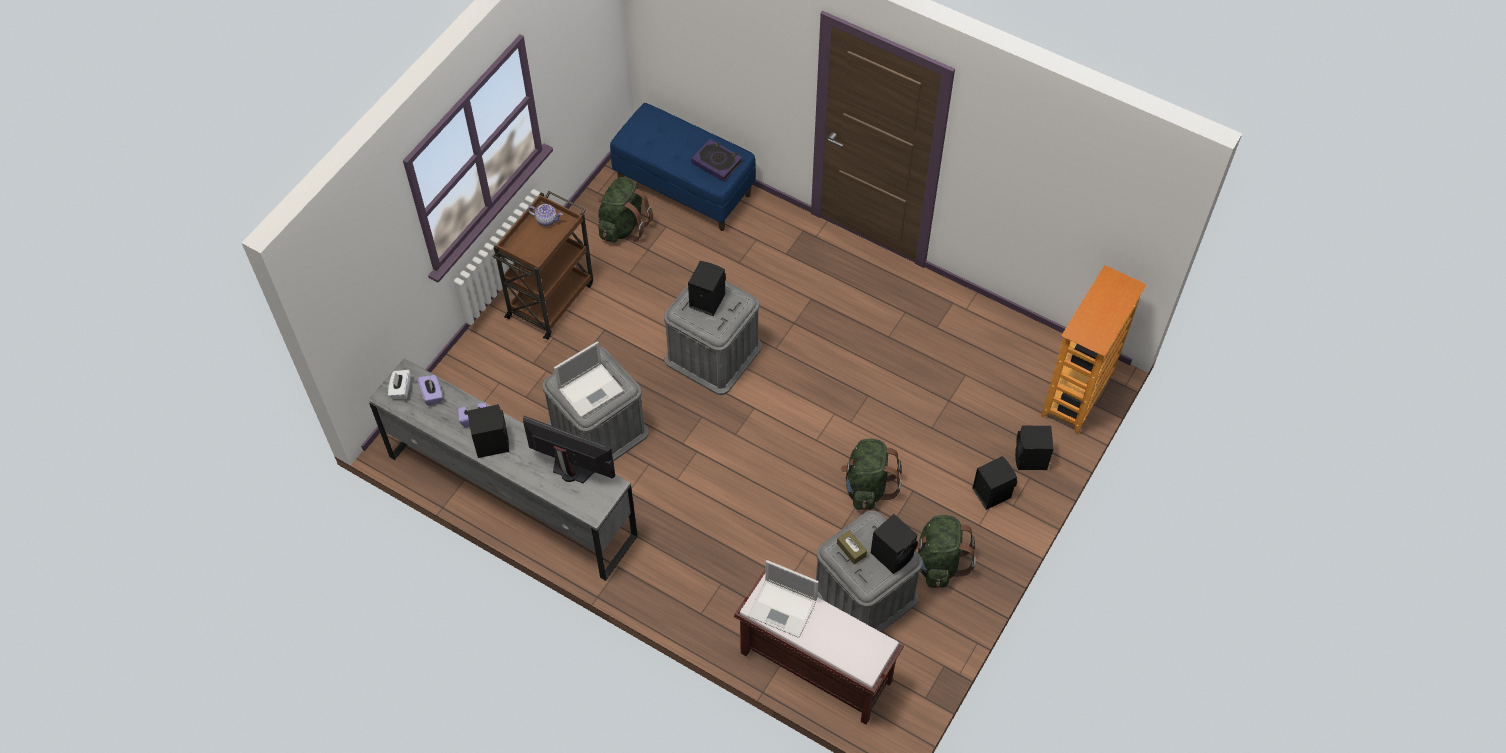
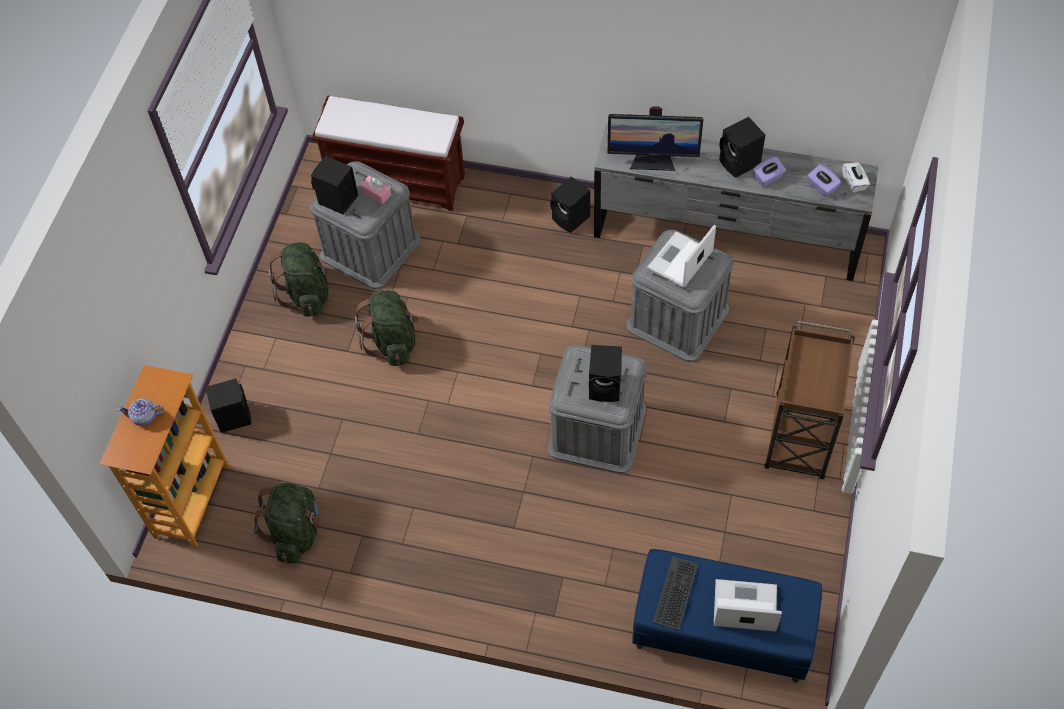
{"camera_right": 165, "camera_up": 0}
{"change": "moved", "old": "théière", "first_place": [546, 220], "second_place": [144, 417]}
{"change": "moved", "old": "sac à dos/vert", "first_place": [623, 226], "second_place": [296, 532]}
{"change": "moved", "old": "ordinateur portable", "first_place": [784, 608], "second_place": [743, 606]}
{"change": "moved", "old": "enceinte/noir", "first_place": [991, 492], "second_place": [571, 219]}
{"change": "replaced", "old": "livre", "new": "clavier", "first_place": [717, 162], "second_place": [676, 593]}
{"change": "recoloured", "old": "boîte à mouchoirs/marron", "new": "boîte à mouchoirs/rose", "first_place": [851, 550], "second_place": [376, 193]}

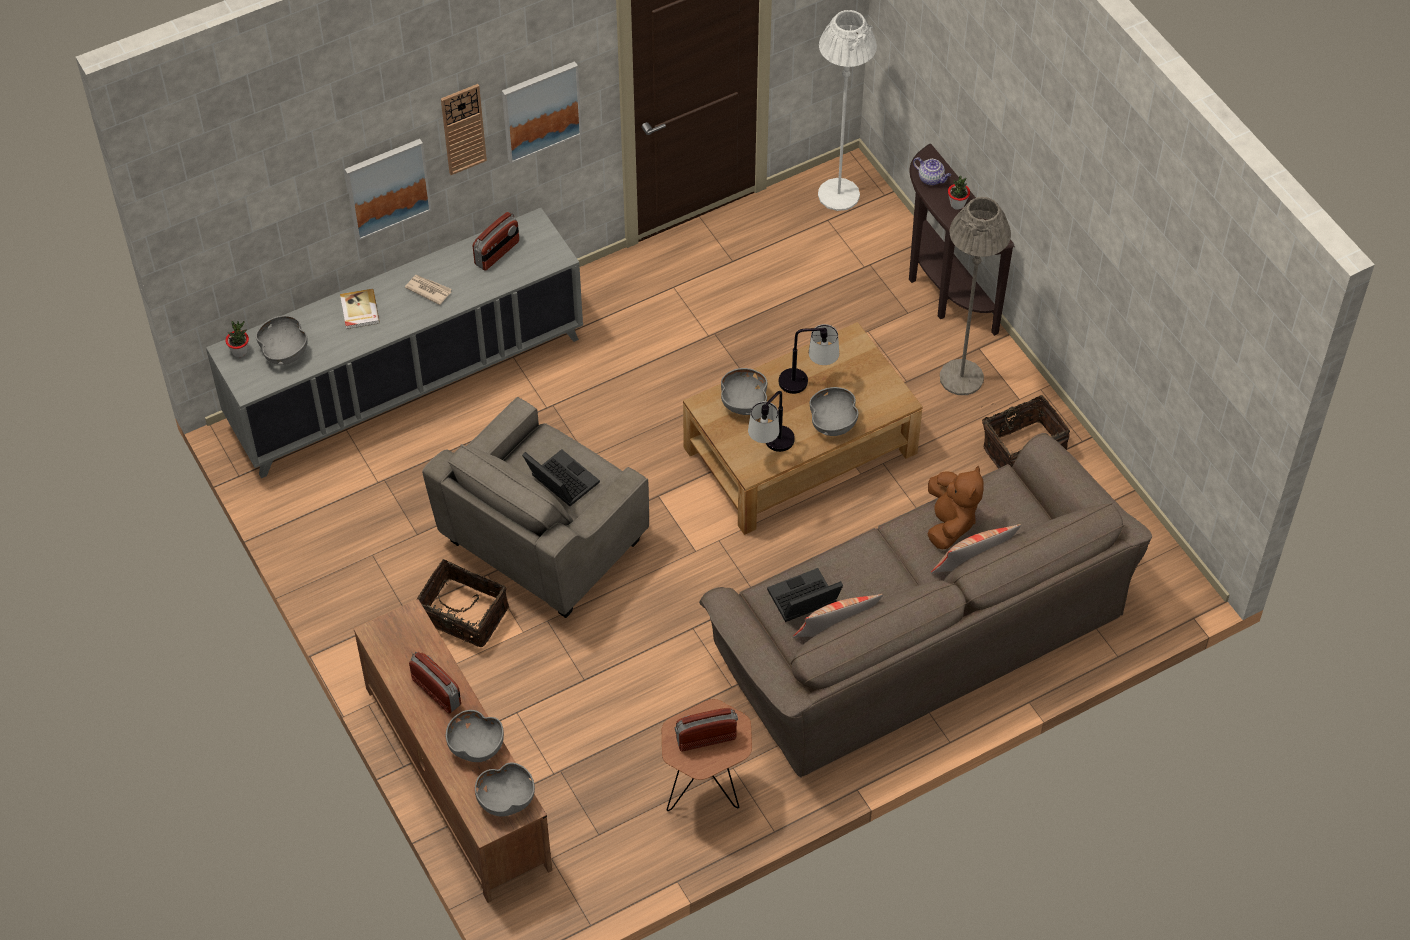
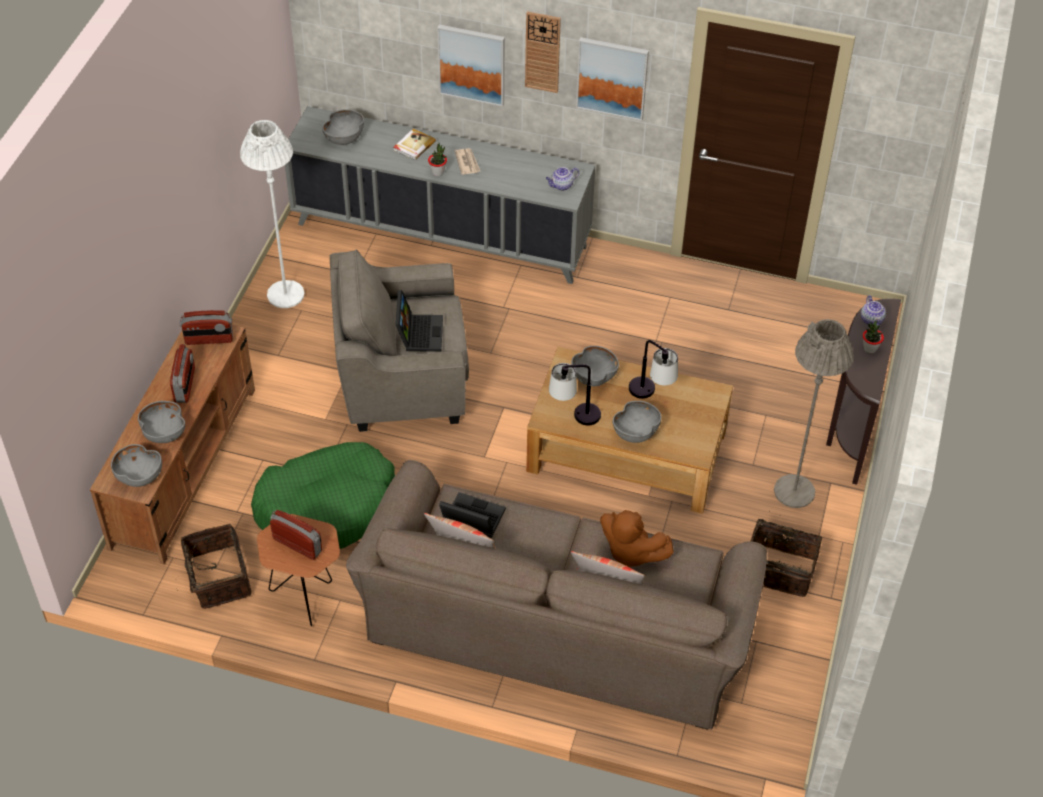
{"camera_right": 45, "camera_up": -5}
{"change": "added", "new": "panier pour chien/vert", "second_place": [327, 507]}
{"change": "added", "new": "théière", "second_place": [561, 186]}
{"change": "moved", "old": "plante en pot", "first_place": [240, 351], "second_place": [438, 172]}
{"change": "moved", "old": "panier", "first_place": [464, 617], "second_place": [217, 578]}
{"change": "moved", "old": "radio", "first_place": [497, 253], "second_place": [209, 339]}
{"change": "moved", "old": "lampadaire/blanc", "first_place": [838, 195], "second_place": [285, 294]}
{"change": "turned", "old": "peluche/marron", "first_place": [950, 522], "second_place": [630, 552], "degrees": 75}

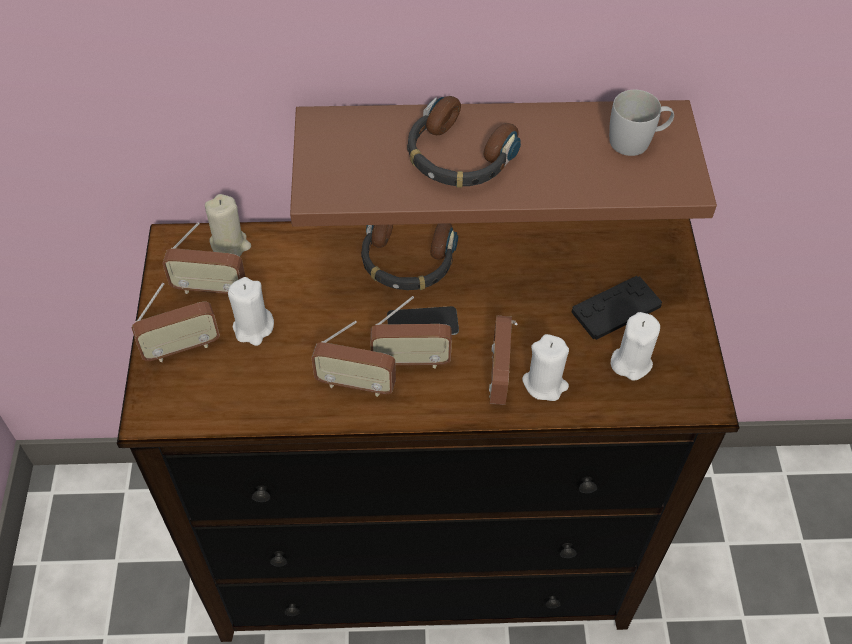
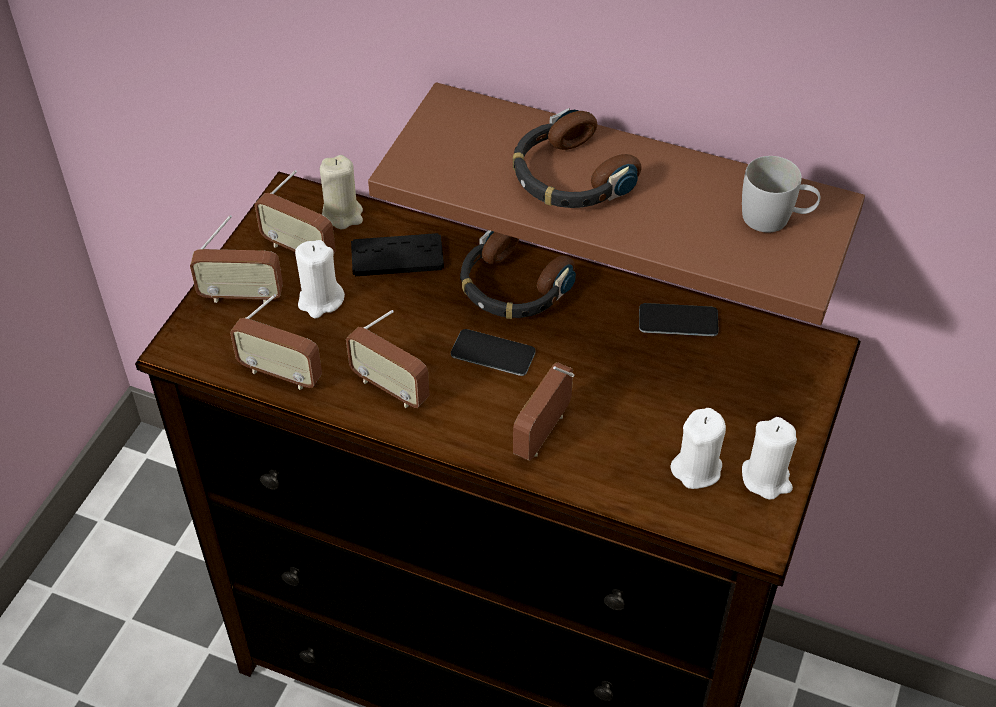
{"camera_right": 25, "camera_up": -5}
{"change": "added", "new": "téléphone", "second_place": [678, 320]}
{"change": "moved", "old": "radio", "first_place": [411, 360], "second_place": [281, 374]}
{"change": "moved", "old": "bougie/blanc", "first_place": [545, 384], "second_place": [766, 478]}
{"change": "moved", "old": "manette/noir", "first_place": [616, 308], "second_place": [397, 256]}

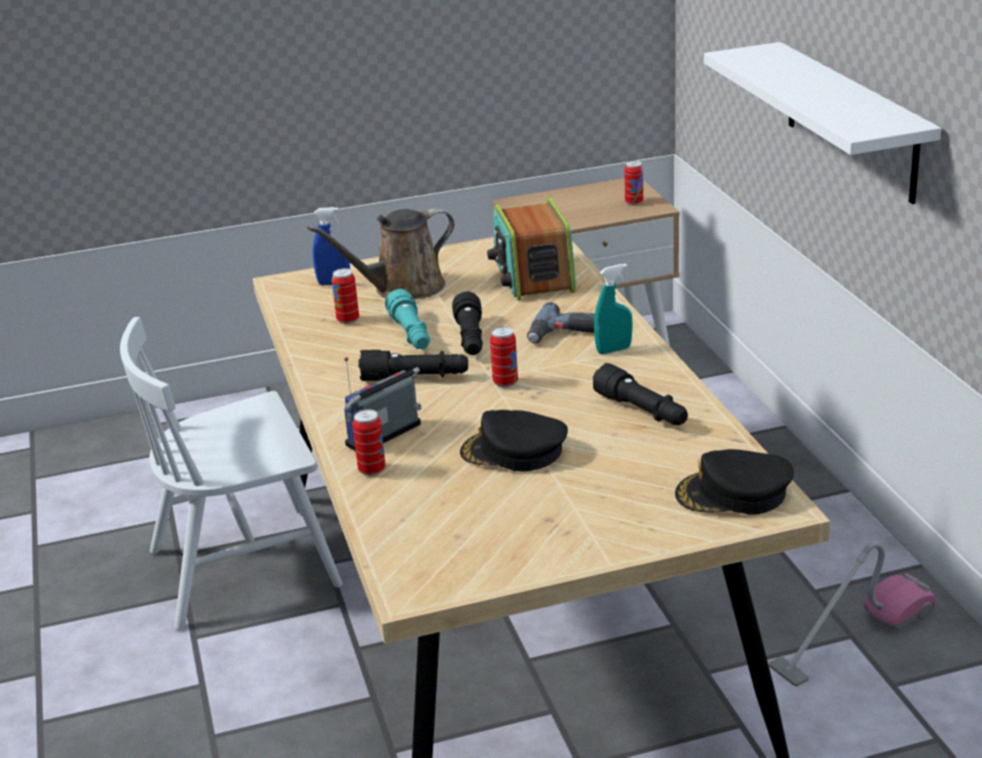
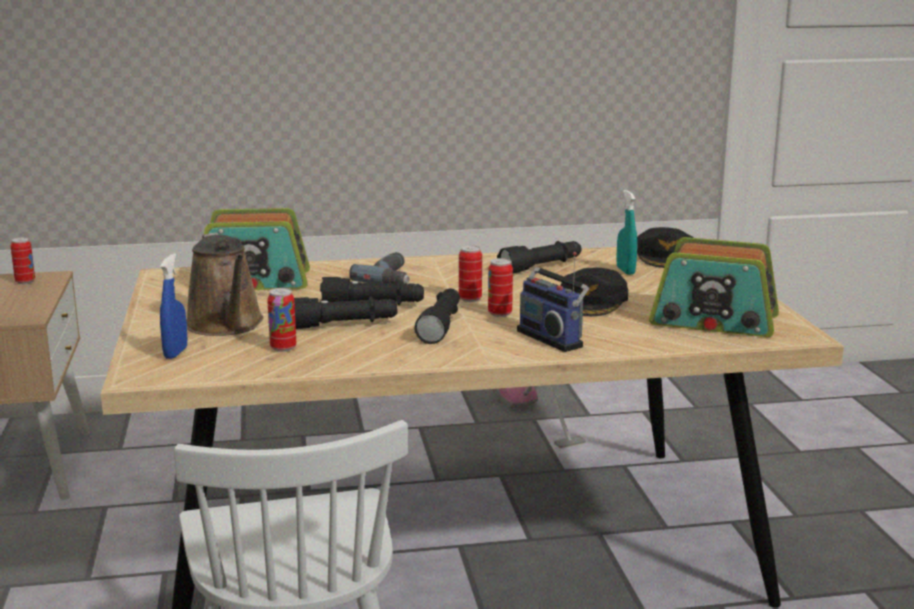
{"camera_right": -85, "camera_up": -10}
{"change": "removed", "old": "étagère/blanc", "first_place": [851, 121]}
{"change": "added", "new": "radio", "second_place": [714, 321]}
{"change": "moved", "old": "boîte métallique", "first_place": [372, 470], "second_place": [500, 314]}
{"change": "moved", "old": "vaporisateur/turquoise", "first_place": [613, 350], "second_place": [625, 271]}
{"change": "recoloured", "old": "lampe de poche/turquoise", "new": "lampe de poche/noir", "first_place": [411, 334], "second_place": [344, 325]}

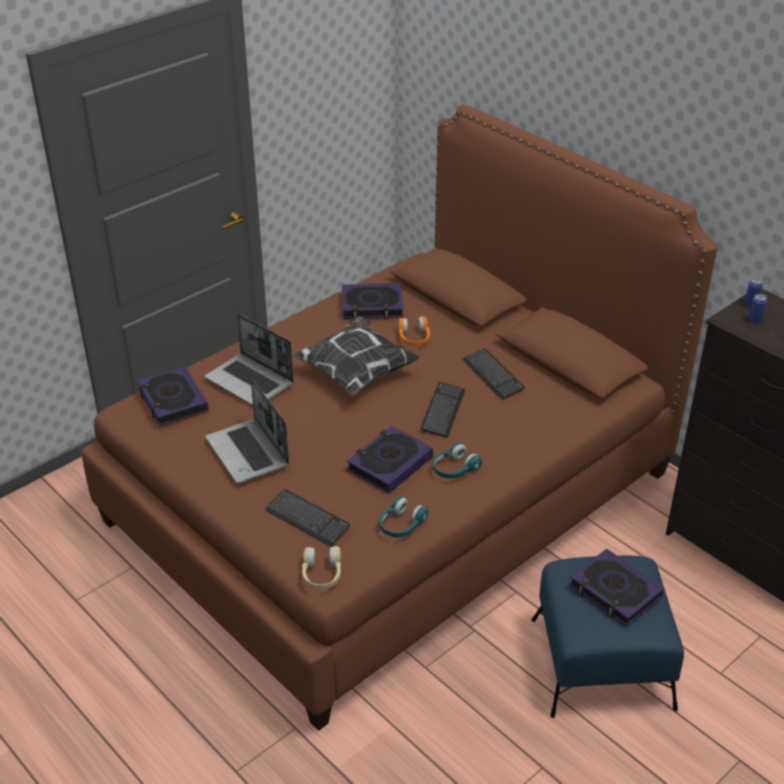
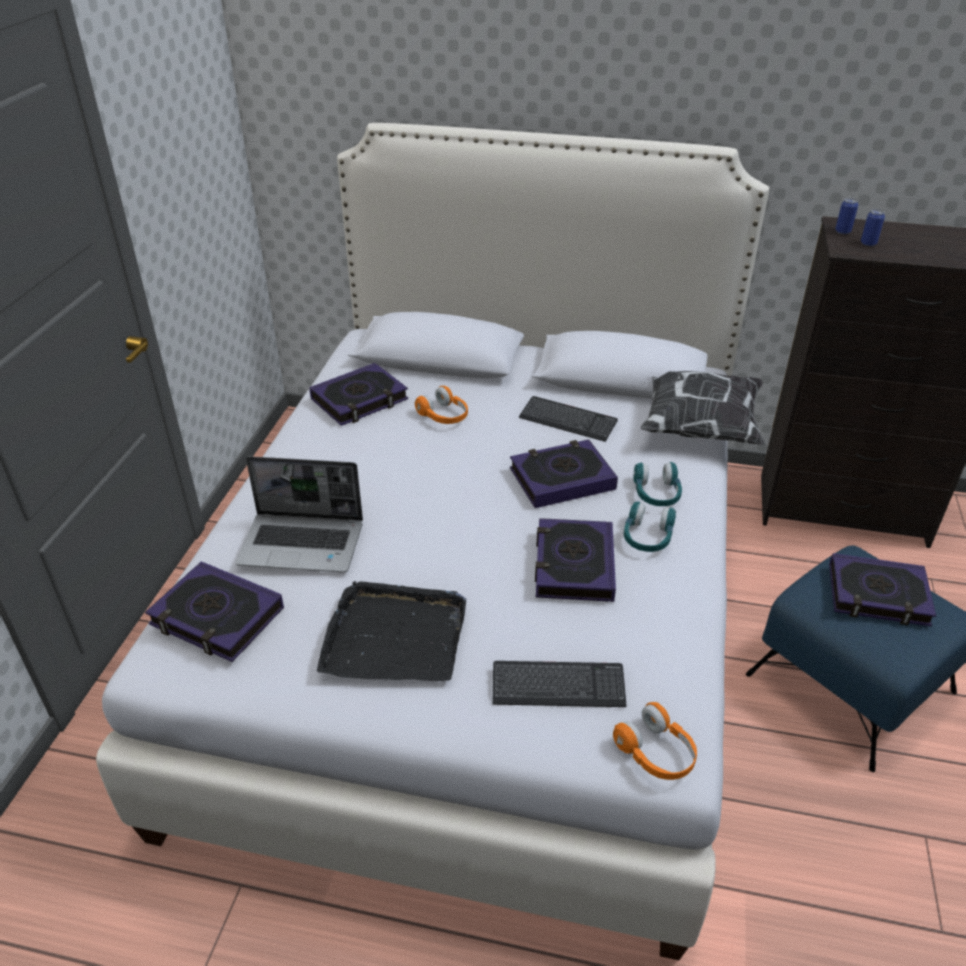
{"camera_right": -35, "camera_up": 0}
{"change": "moved", "old": "coussin", "first_place": [356, 372], "second_place": [696, 426]}
{"change": "moved", "old": "casque audio/turquoise", "first_place": [401, 525], "second_place": [656, 494]}
{"change": "replaced", "old": "ordinateur portable", "new": "plateau/noir", "first_place": [249, 453], "second_place": [394, 637]}
{"change": "replaced", "old": "clavier", "new": "livre", "first_place": [443, 411], "second_place": [562, 479]}
{"change": "recoloured", "old": "lit/marron", "new": "lit/blanc", "first_place": [391, 495], "second_place": [481, 615]}
{"change": "recoloured", "old": "casque audio/beige", "new": "casque audio/orange", "first_place": [322, 575], "second_place": [656, 753]}

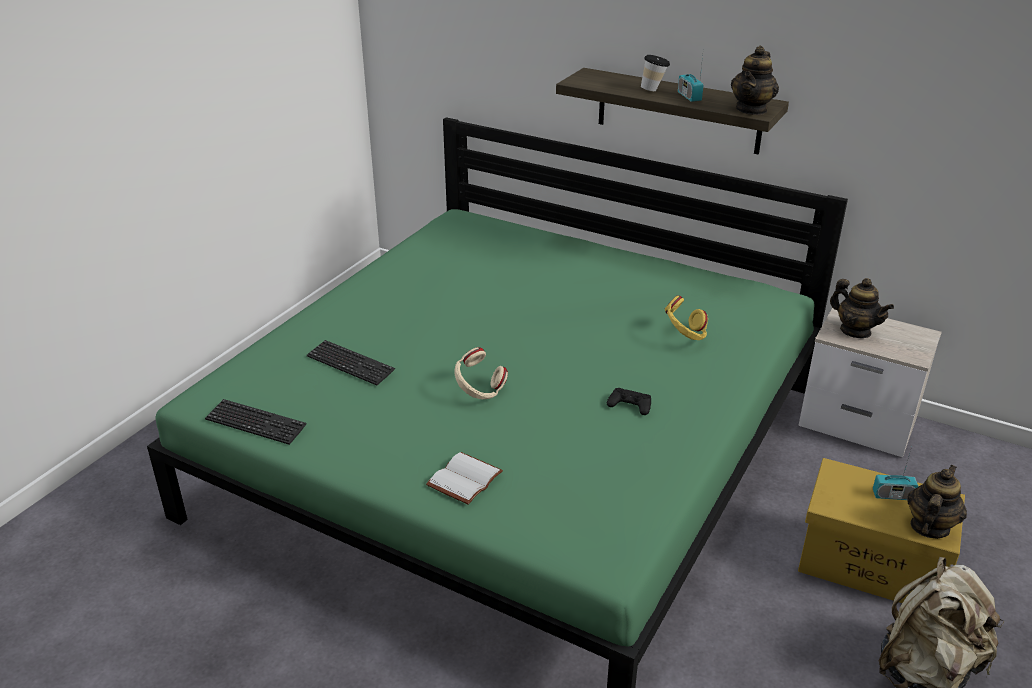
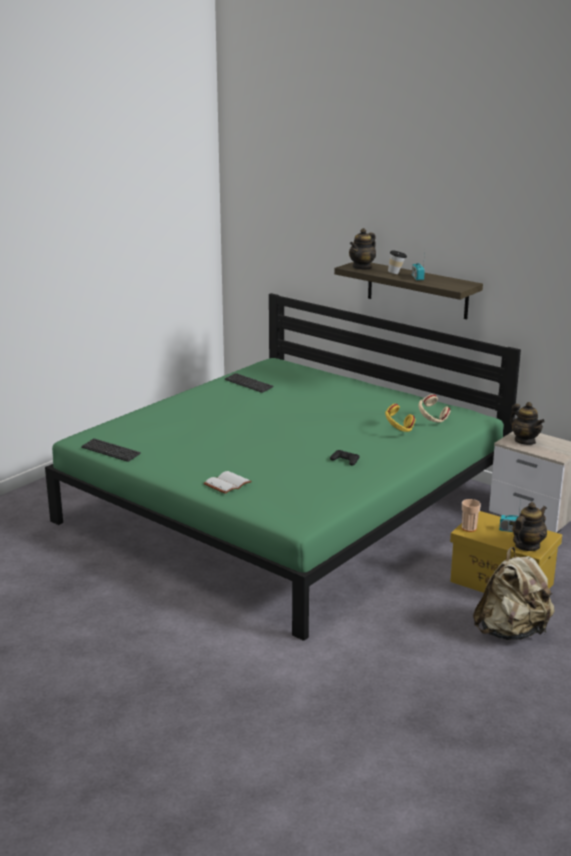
{"camera_right": 10, "camera_up": -10}
{"change": "added", "new": "tasse", "second_place": [469, 528]}
{"change": "moved", "old": "clavier", "first_place": [350, 364], "second_place": [248, 384]}
{"change": "moved", "old": "casque audio/beige", "first_place": [479, 392], "second_place": [432, 421]}
{"change": "moved", "old": "théière", "first_place": [752, 109], "second_place": [362, 267]}

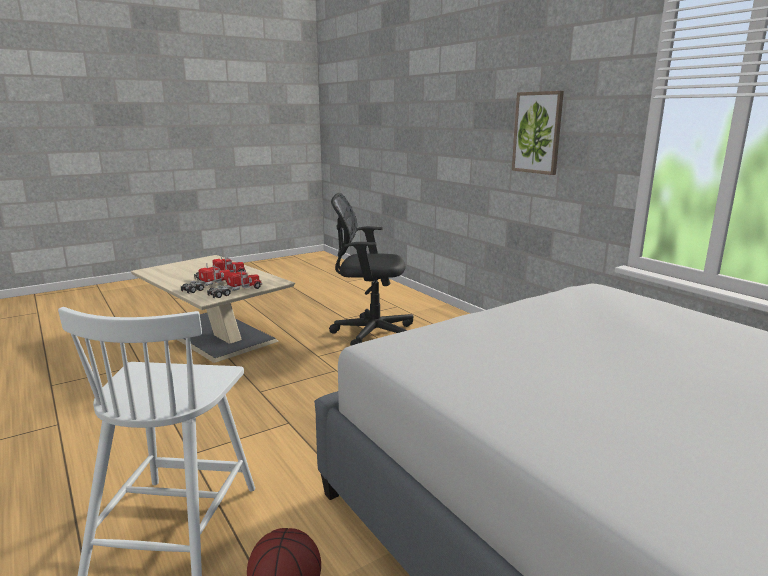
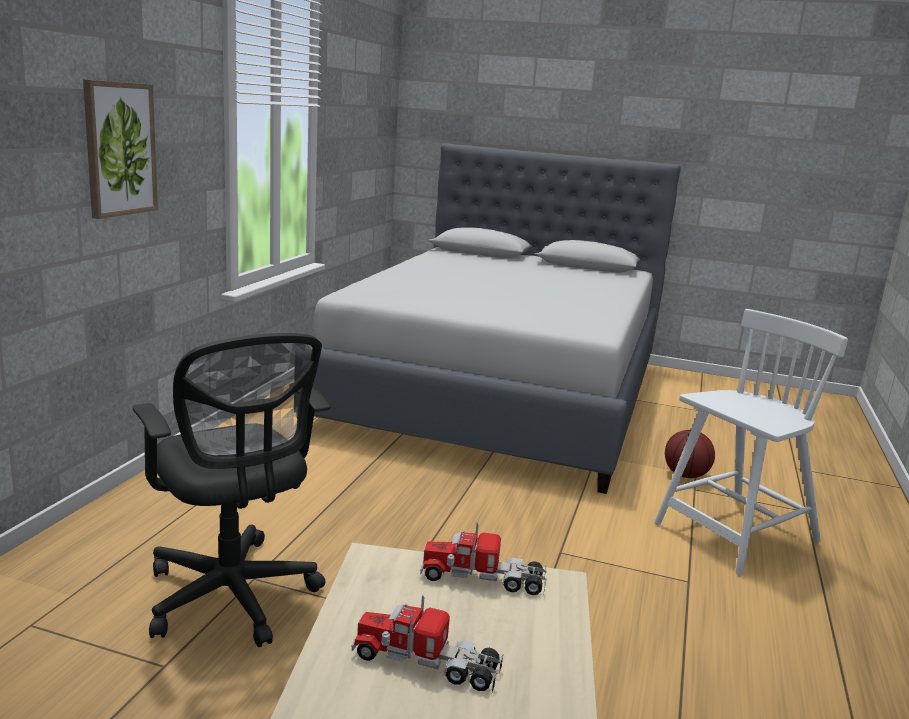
{"camera_right": -130, "camera_up": 0}
{"change": "removed", "old": "camion jouet", "first_place": [208, 286]}

